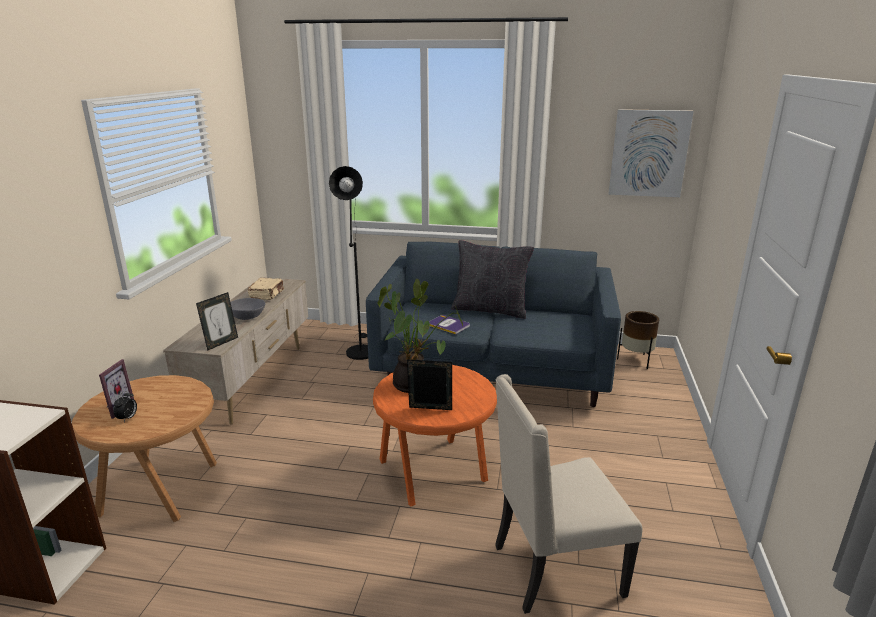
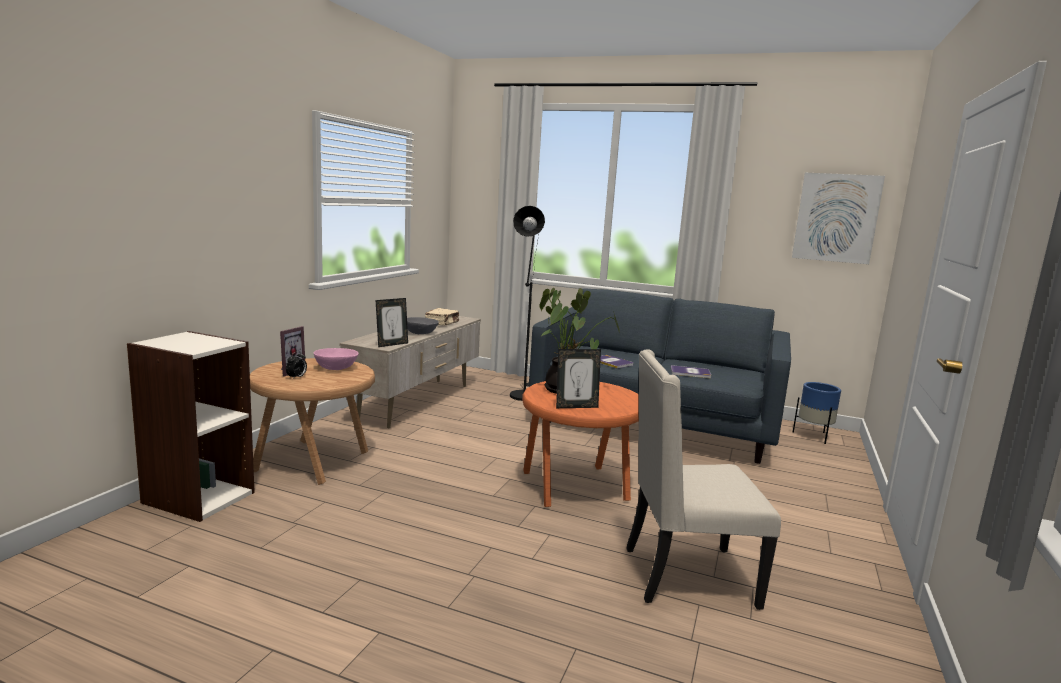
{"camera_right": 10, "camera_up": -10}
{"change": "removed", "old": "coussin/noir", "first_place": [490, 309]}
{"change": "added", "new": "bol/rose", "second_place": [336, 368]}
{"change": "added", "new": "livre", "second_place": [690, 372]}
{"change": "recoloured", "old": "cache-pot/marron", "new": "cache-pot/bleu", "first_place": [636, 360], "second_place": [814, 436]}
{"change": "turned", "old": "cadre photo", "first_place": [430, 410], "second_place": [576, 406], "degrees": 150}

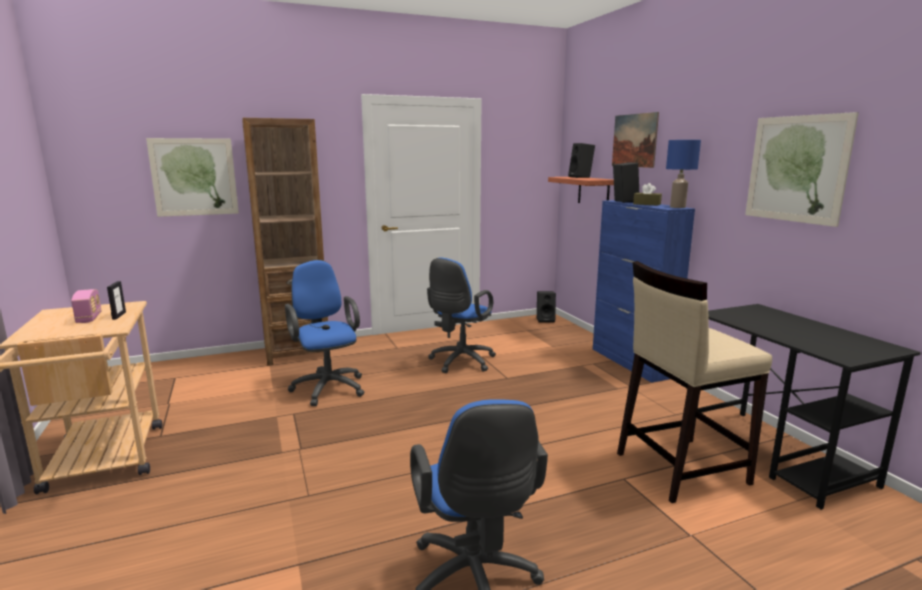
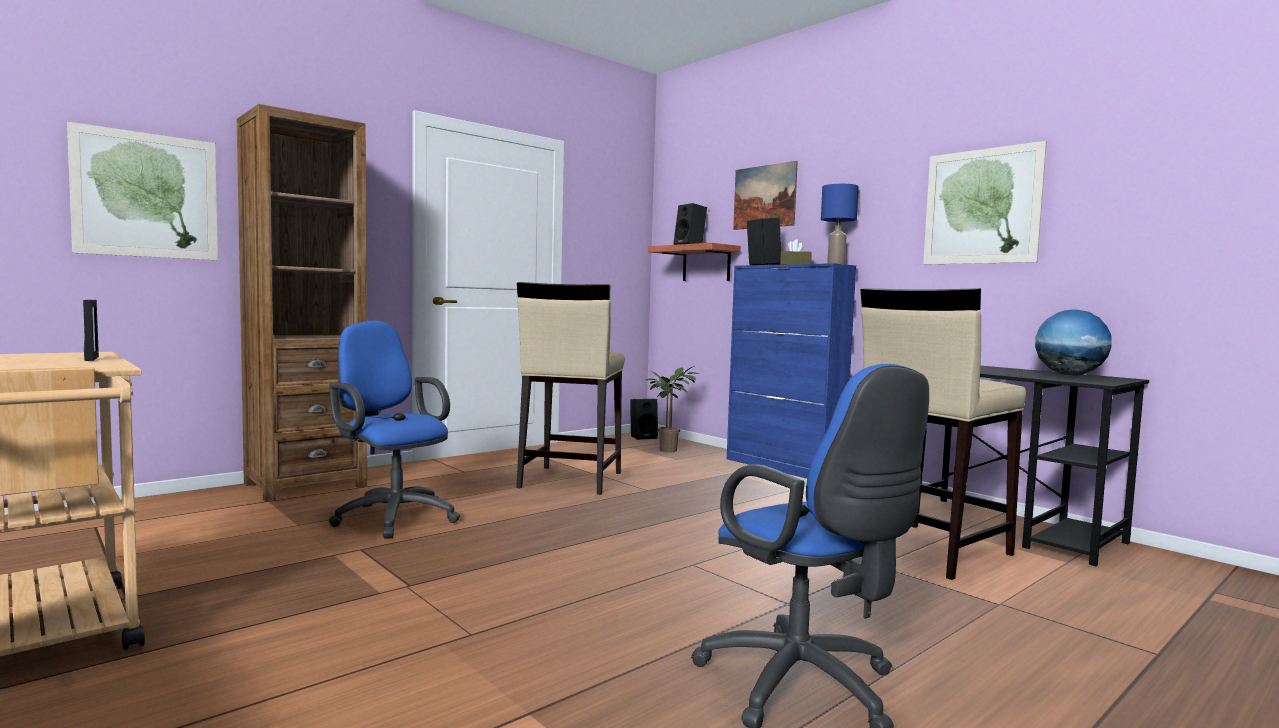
{"camera_right": -20, "camera_up": -10}
{"change": "removed", "old": "radio", "first_place": [89, 318]}
{"change": "added", "new": "plante en pot", "second_place": [669, 449]}
{"change": "added", "new": "globe", "second_place": [1069, 375]}
{"change": "replaced", "old": "chaise de bureau/bleu", "new": "tabouret/beige", "first_place": [460, 362], "second_place": [569, 480]}

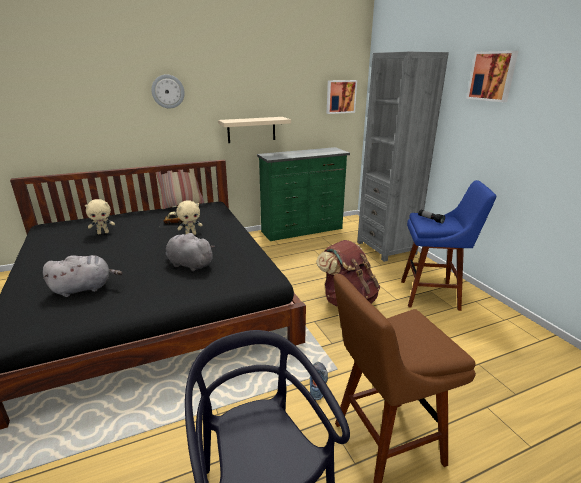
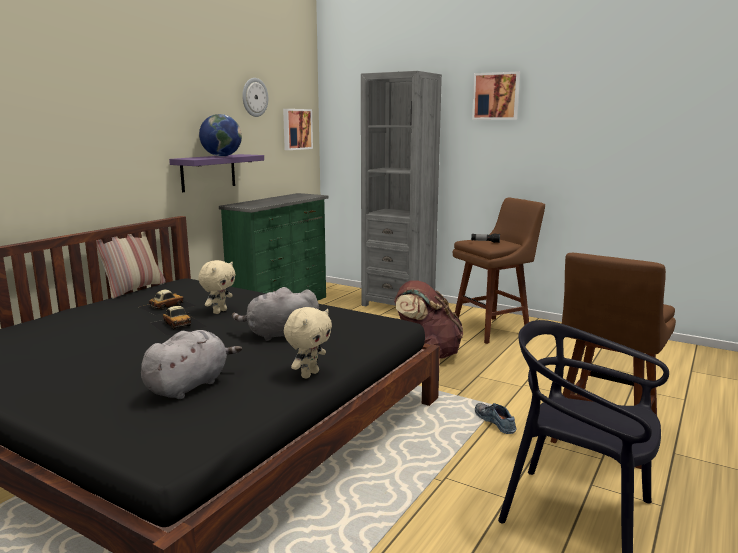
{"camera_right": -35, "camera_up": -10}
{"change": "added", "new": "petite voiture", "second_place": [178, 324]}
{"change": "added", "new": "globe", "second_place": [221, 156]}
{"change": "moved", "old": "peluche/beige", "first_place": [103, 233], "second_place": [309, 374]}
{"change": "moved", "old": "horloge murale", "first_place": [168, 91], "second_place": [254, 97]}
{"change": "recoloured", "old": "étagère/beige", "new": "étagère/violet", "first_place": [251, 129], "second_place": [208, 172]}
{"change": "recoloured", "old": "tabouret/bleu", "new": "tabouret/marron", "first_place": [433, 295], "second_place": [493, 329]}

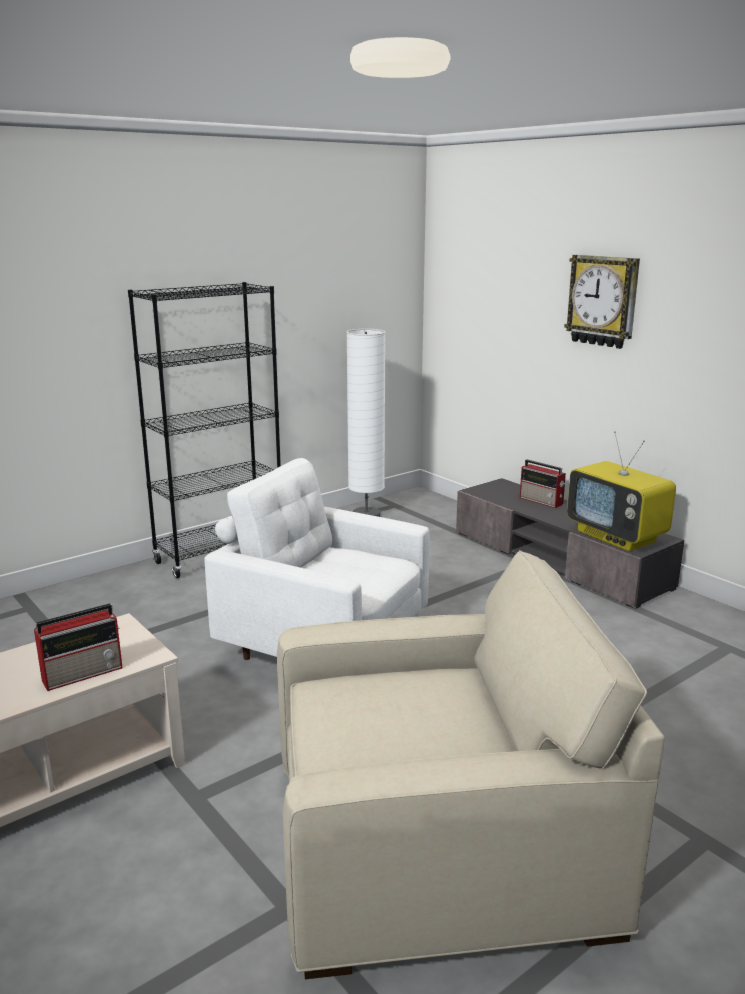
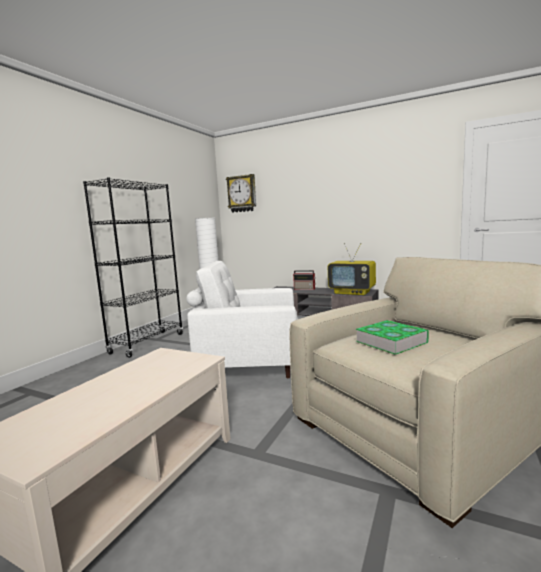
{"camera_right": -25, "camera_up": -10}
{"change": "removed", "old": "radio", "first_place": [84, 673]}
{"change": "added", "new": "livre", "second_place": [391, 342]}
{"change": "moved", "old": "horloge murale", "first_place": [603, 301], "second_place": [242, 194]}

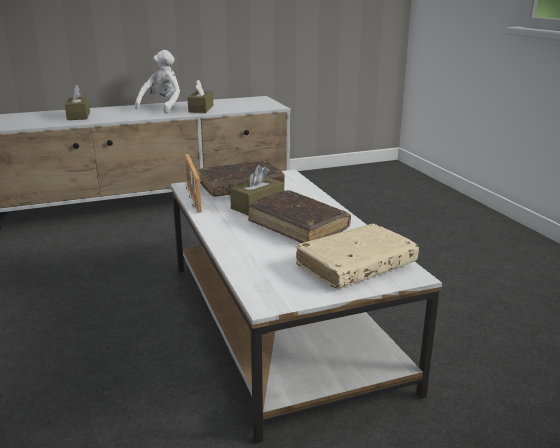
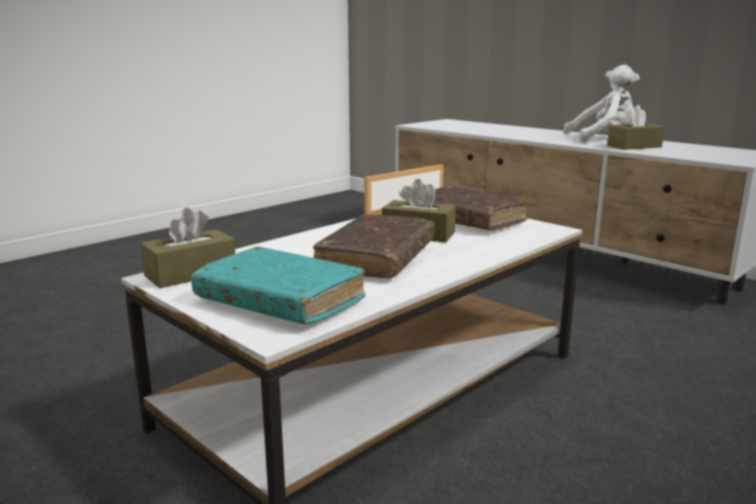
{"camera_right": 65, "camera_up": -5}
{"change": "moved", "old": "boîte à mouchoirs/marron", "first_place": [78, 116], "second_place": [191, 273]}
{"change": "recoloured", "old": "livre/beige", "new": "livre/turquoise", "first_place": [356, 266], "second_place": [280, 301]}

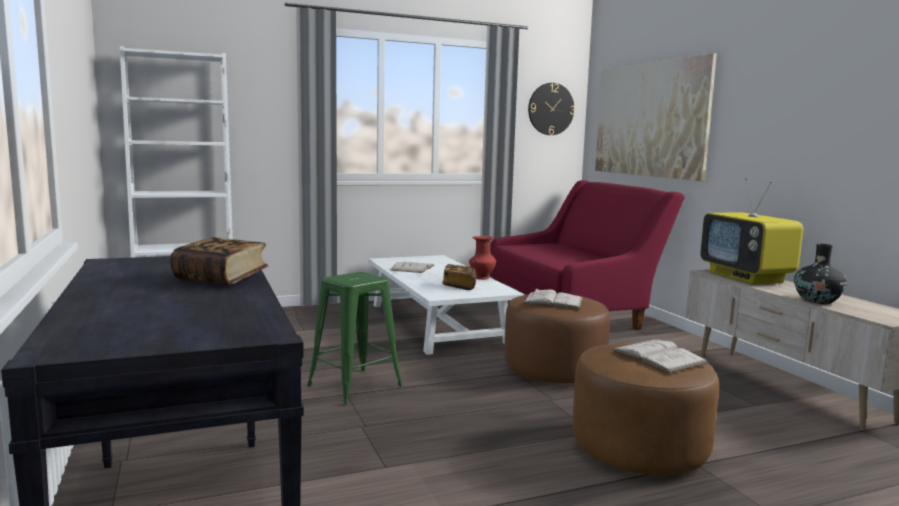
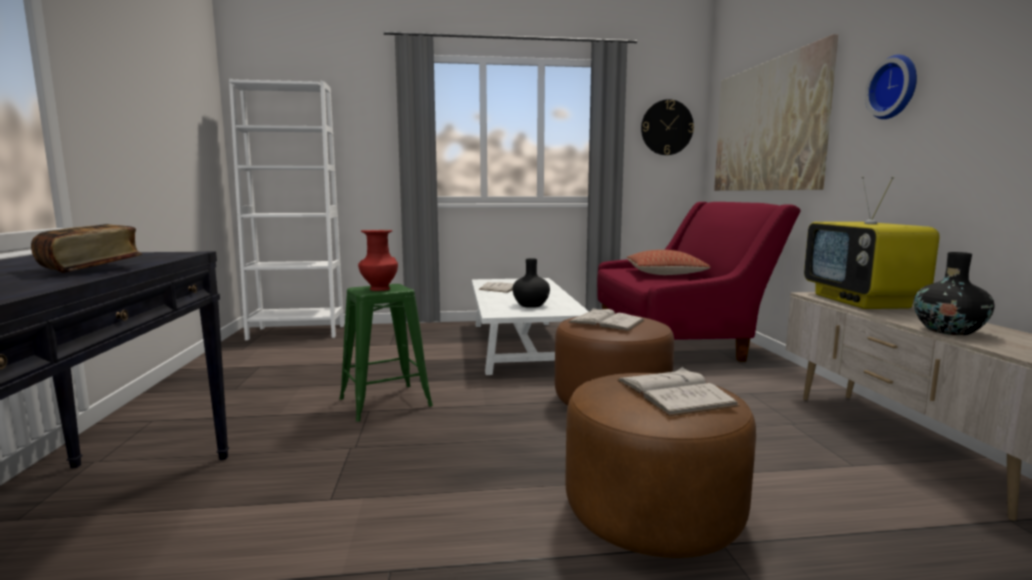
{"camera_right": 15, "camera_up": 0}
{"change": "added", "new": "coussin", "second_place": [665, 274]}
{"change": "added", "new": "horloge murale", "second_place": [895, 87]}
{"change": "moved", "old": "vase/rouge", "first_place": [481, 278], "second_place": [378, 289]}
{"change": "replaced", "old": "livre", "new": "vase/noir", "first_place": [459, 286], "second_place": [531, 305]}

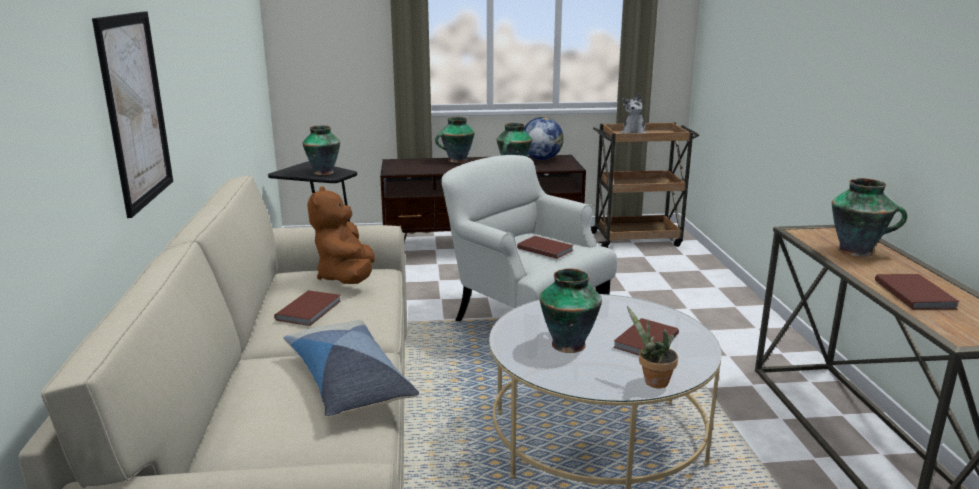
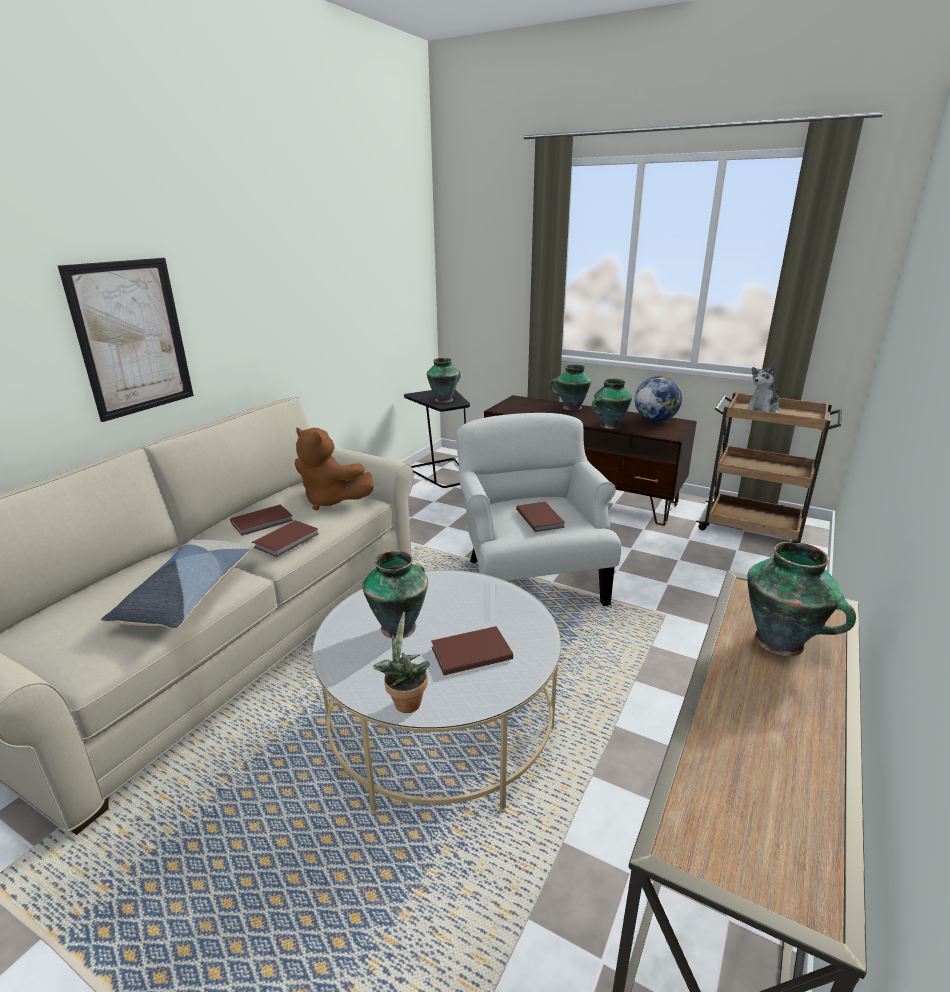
{"camera_right": 35, "camera_up": 5}
{"change": "moved", "old": "livre/marron", "first_place": [915, 294], "second_place": [288, 540]}
{"change": "turned", "old": "peluche/marron", "first_place": [347, 278], "second_place": [331, 501], "degrees": -90}

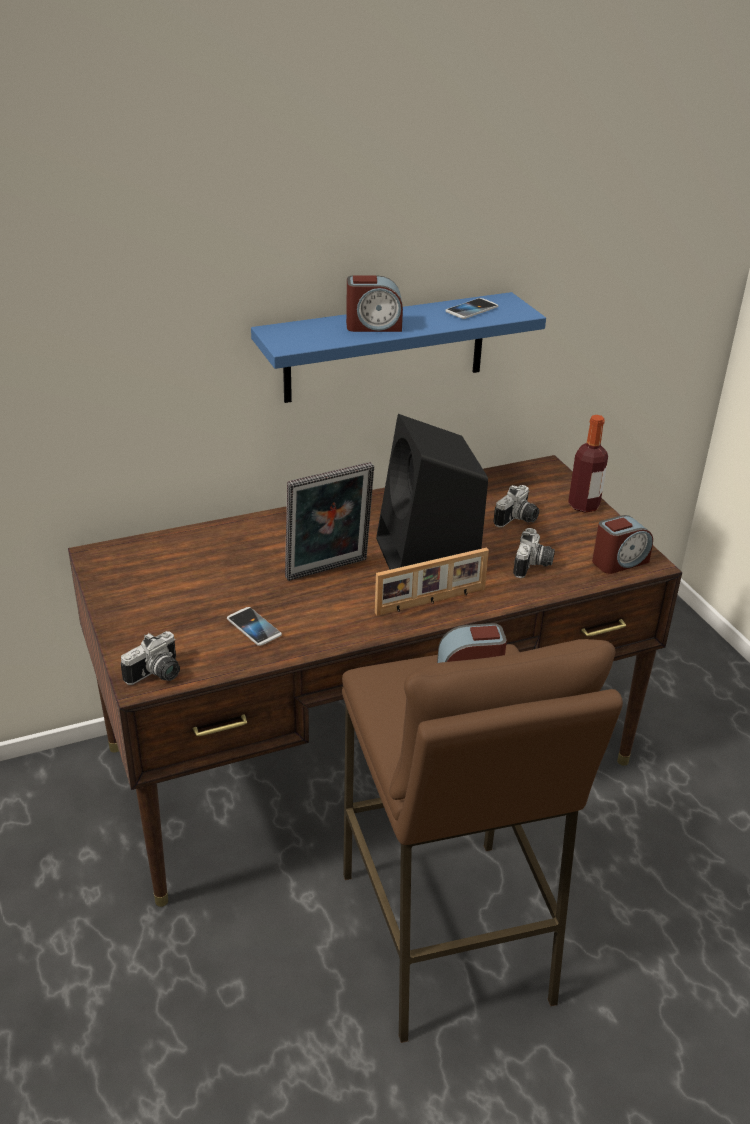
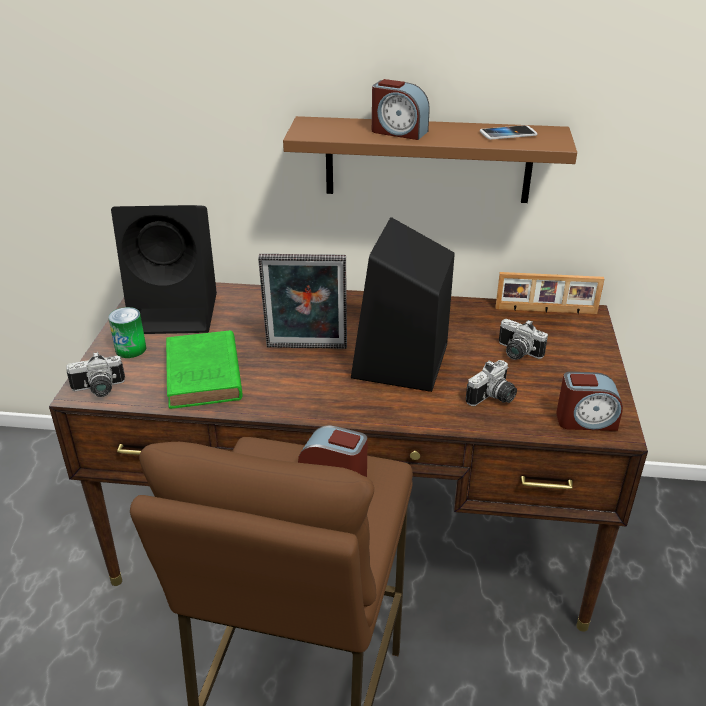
{"camera_right": 30, "camera_up": 0}
{"change": "removed", "old": "bouteille", "first_place": [583, 505]}
{"change": "added", "new": "boîte métallique", "second_place": [130, 349]}
{"change": "added", "new": "enceinte/noir", "second_place": [178, 312]}
{"change": "moved", "old": "cadre photo", "first_place": [431, 602], "second_place": [546, 311]}
{"change": "replaced", "old": "téléphone", "new": "livre/vert", "first_place": [254, 627], "second_place": [204, 376]}
{"change": "recoloured", "old": "étagère/bleu", "new": "étagère/marron", "first_place": [385, 348], "second_place": [428, 160]}
{"change": "turned", "old": "appareil photo", "first_place": [518, 520], "second_place": [516, 353], "degrees": 60}

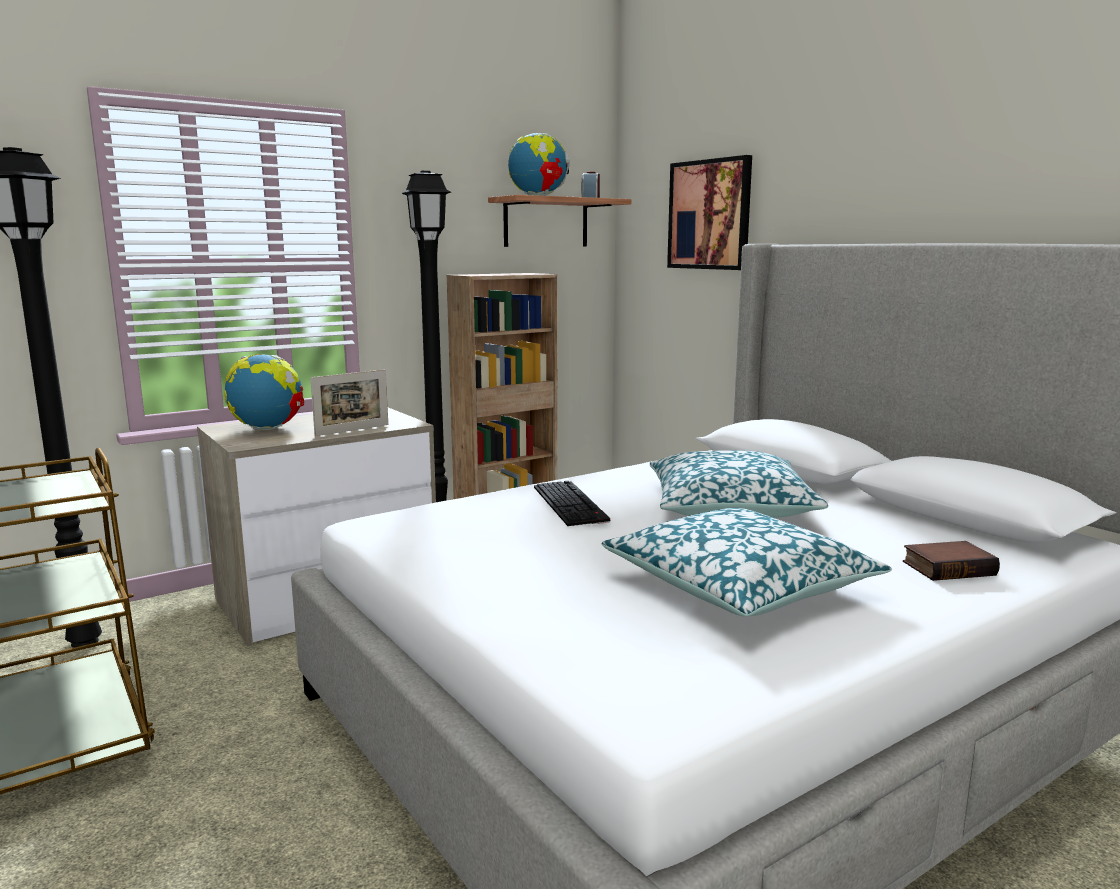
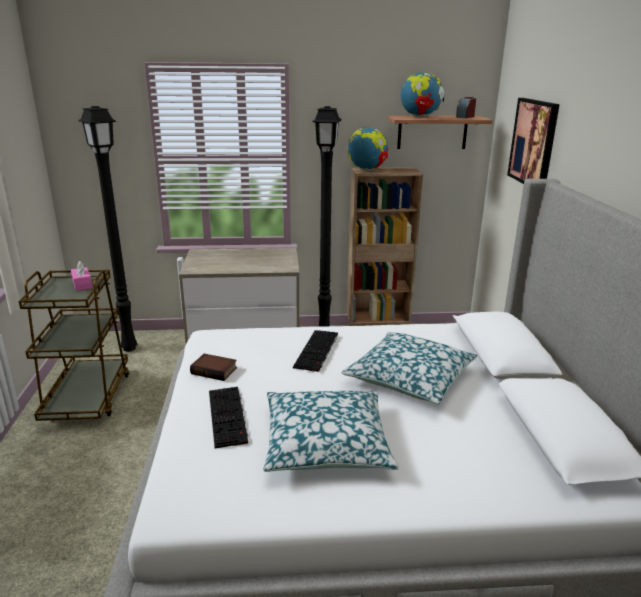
{"camera_right": 30, "camera_up": 10}
{"change": "removed", "old": "cadre photo", "first_place": [352, 430]}
{"change": "added", "new": "boîte à mouchoirs/rose", "second_place": [82, 284]}
{"change": "added", "new": "clavier", "second_place": [228, 416]}
{"change": "moved", "old": "globe", "first_place": [268, 428], "second_place": [367, 170]}
{"change": "moved", "old": "livre", "first_place": [948, 567], "second_place": [215, 370]}

